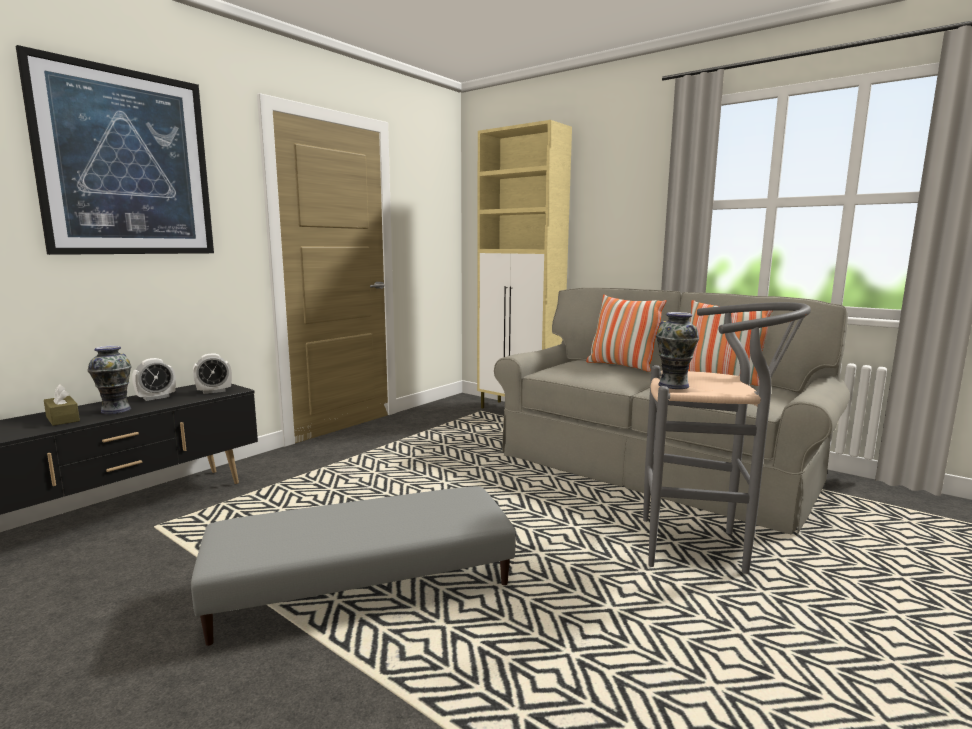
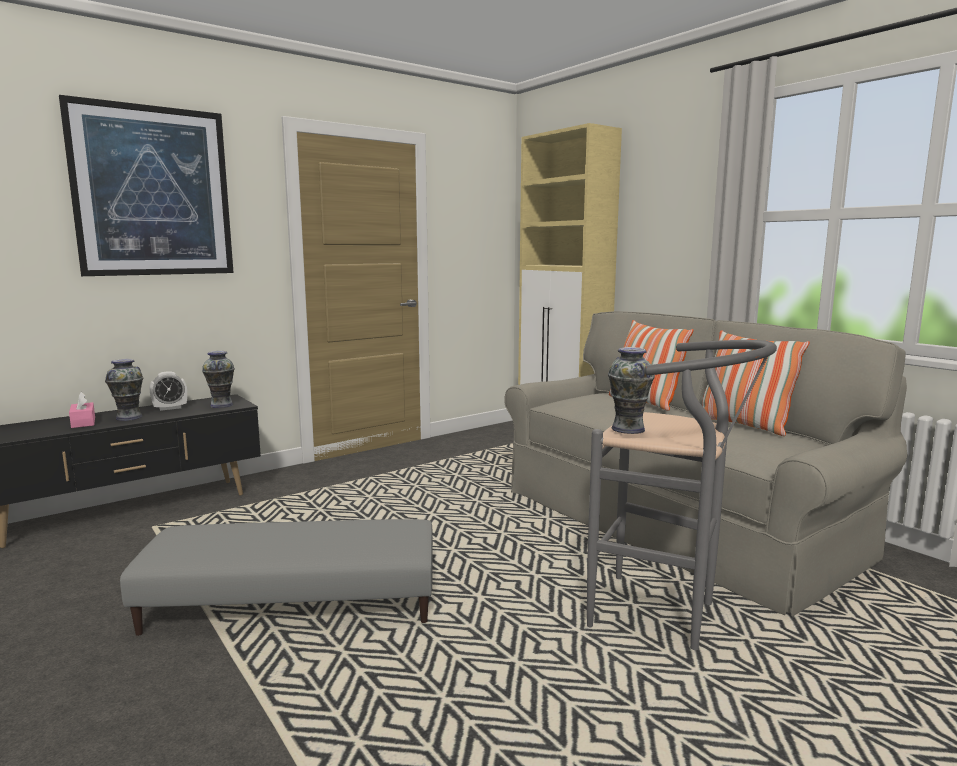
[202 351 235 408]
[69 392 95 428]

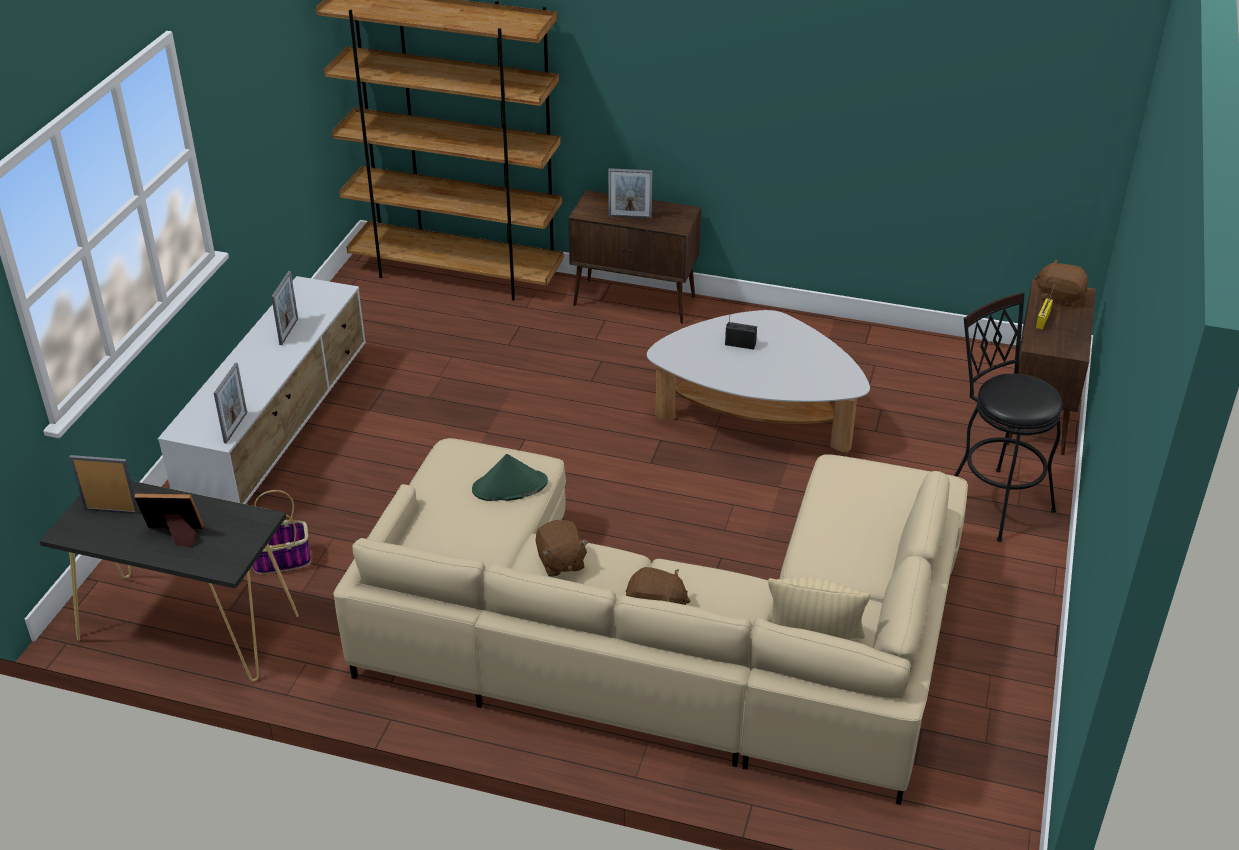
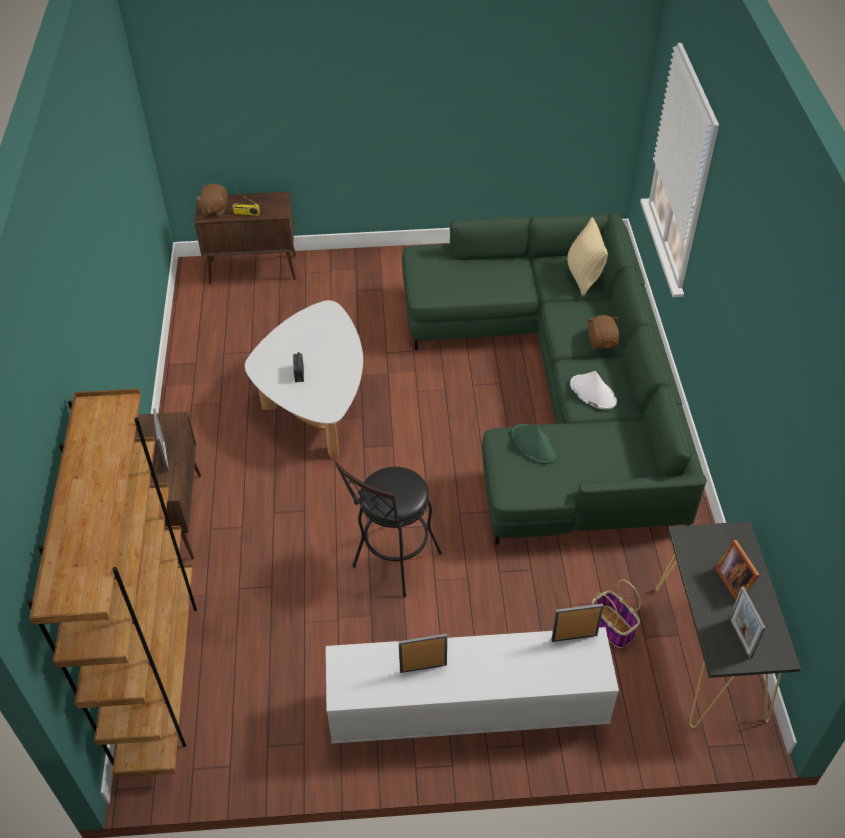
[335 462 442 598]
[402 213 707 545]
[570 371 617 409]

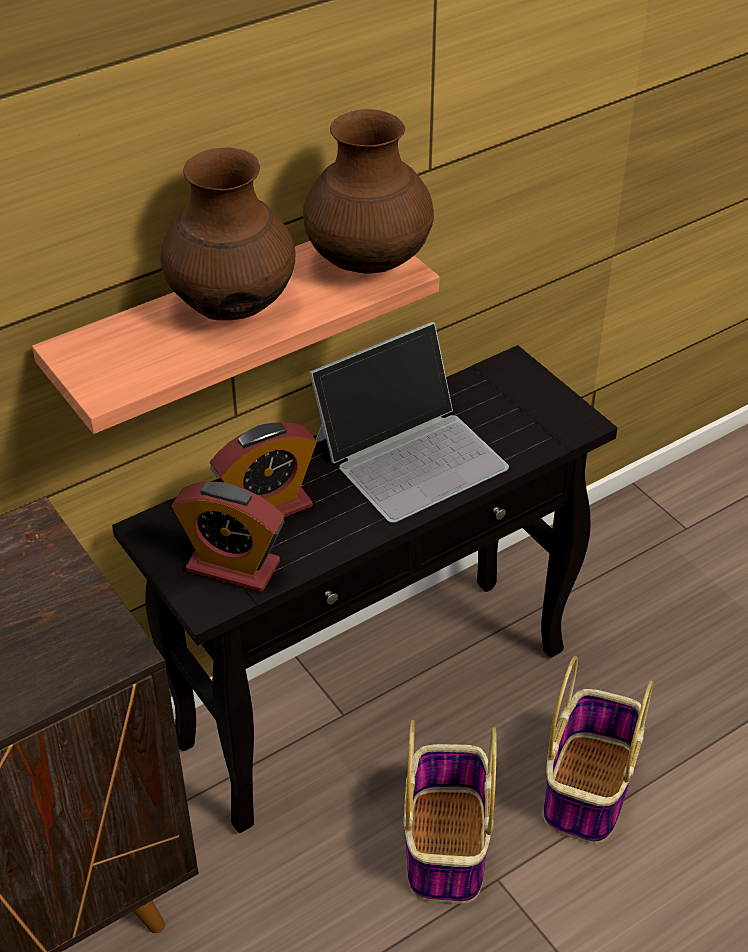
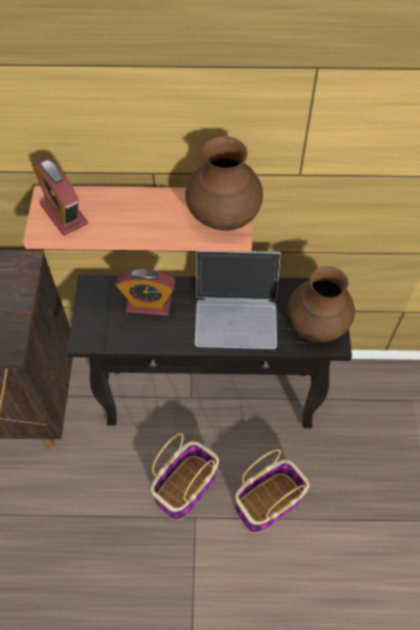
[288 266 355 342]
[32 157 88 236]

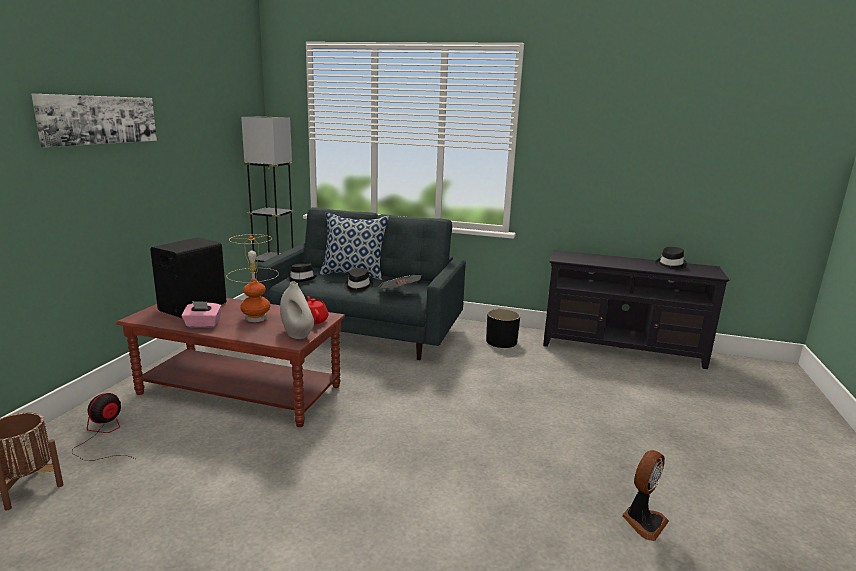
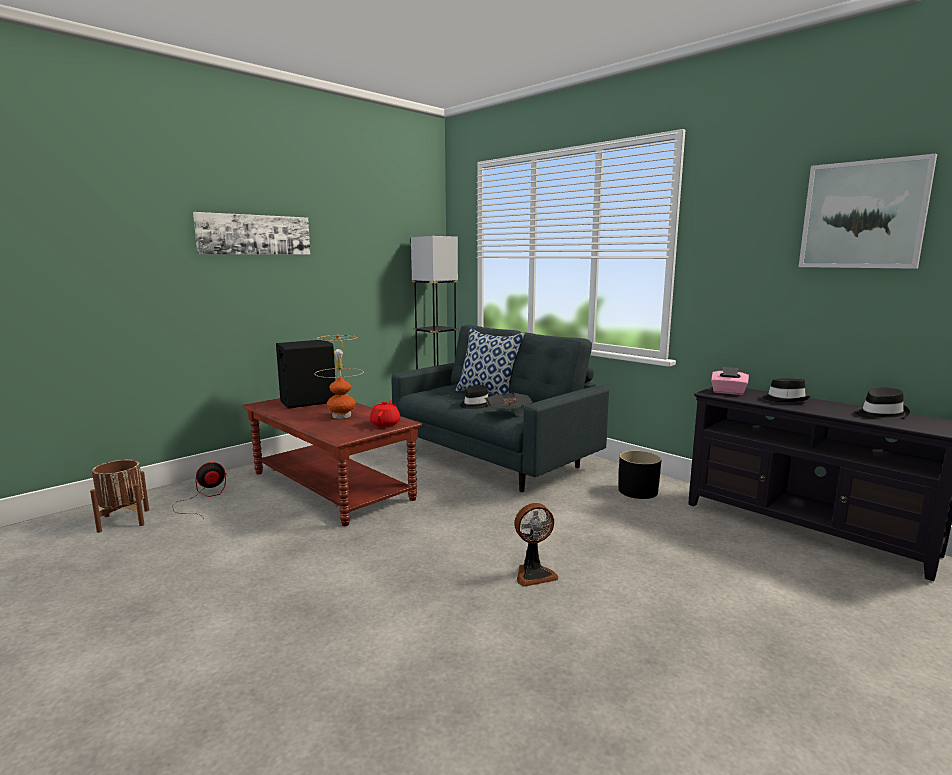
[762 378 810 402]
[280 281 314 339] (first image)
[711 367 749 395]
[515 503 558 587]
[799 154 937 269]

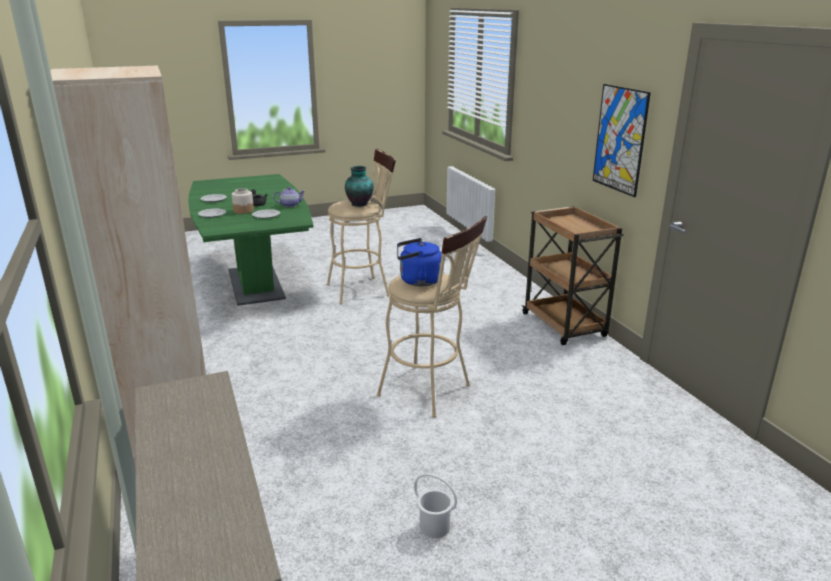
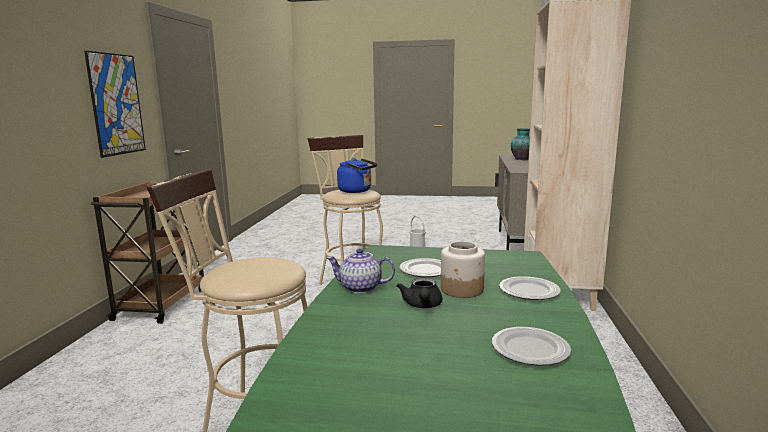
[511 128 530 160]

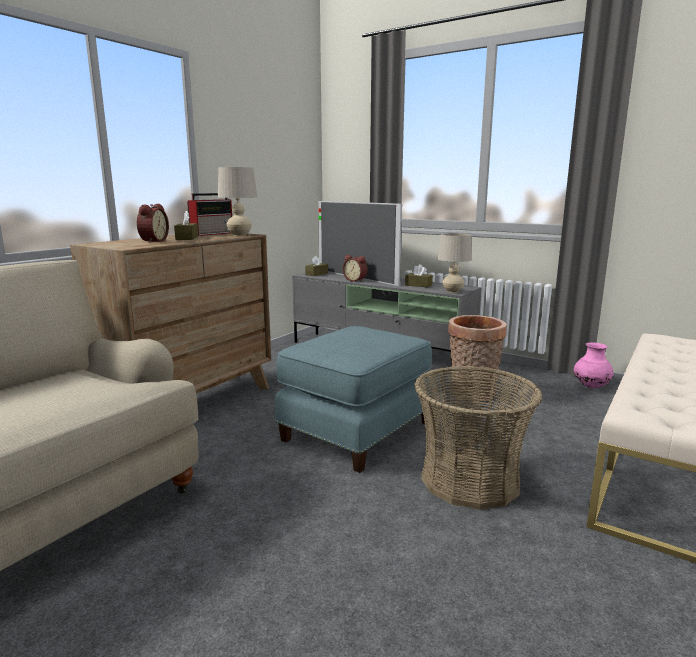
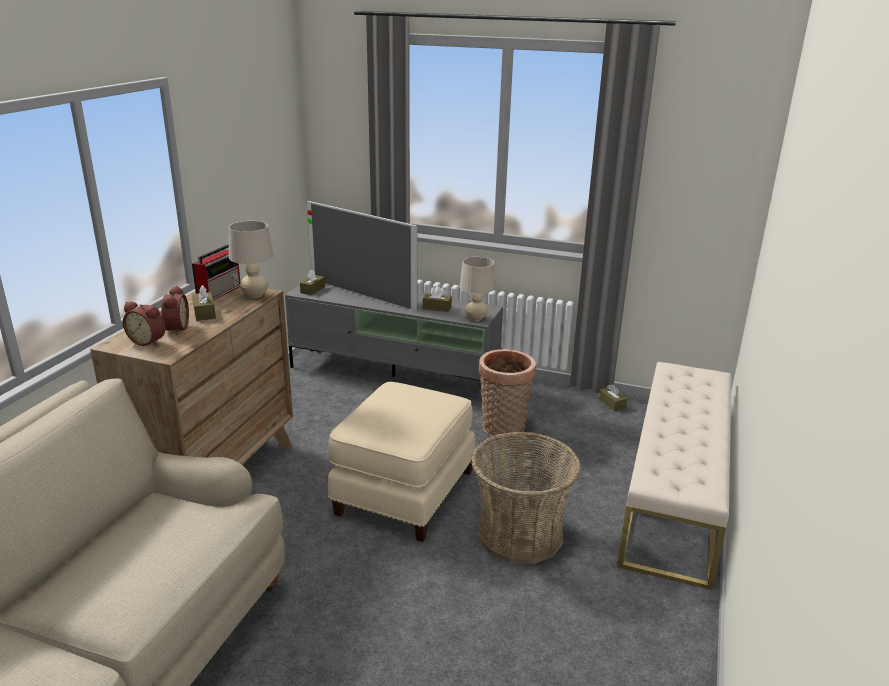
[123 301 165 346]
[328 382 475 542]
[599 384 627 411]

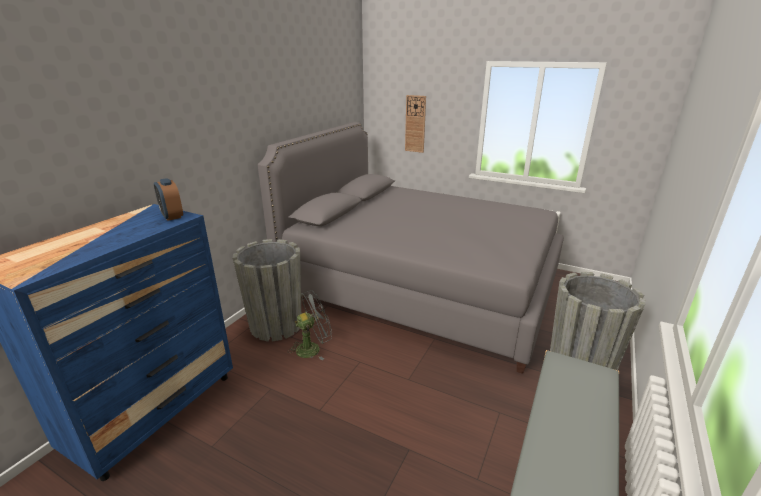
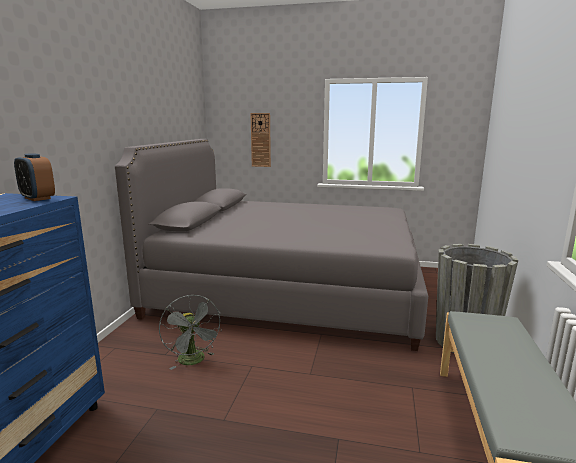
[232 239 301 341] (first image)
[159 295 222 370]

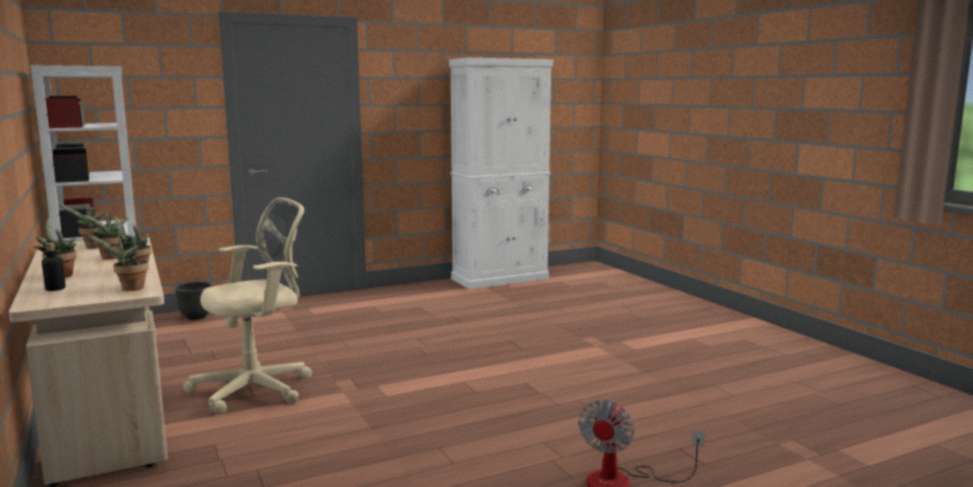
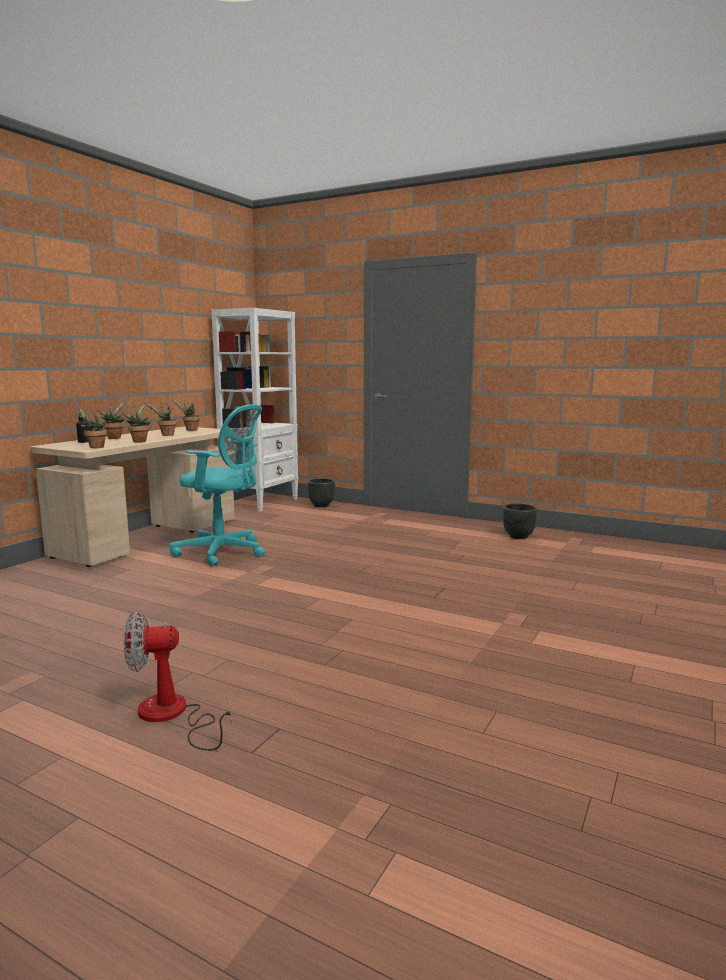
[449 58 553 289] (first image)
[170 404 265 567]
[503 503 537 539]

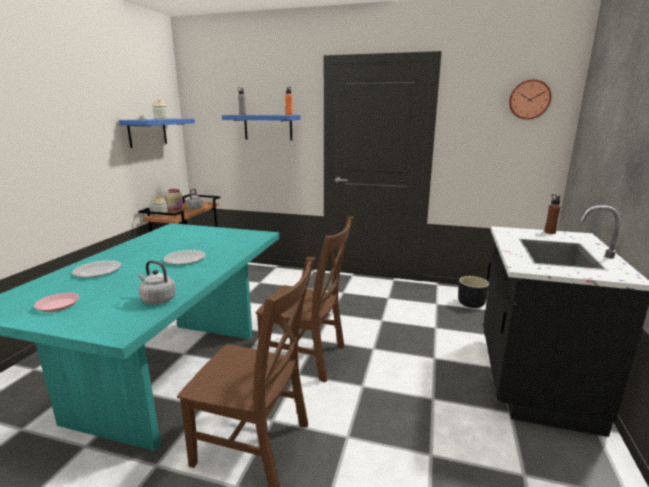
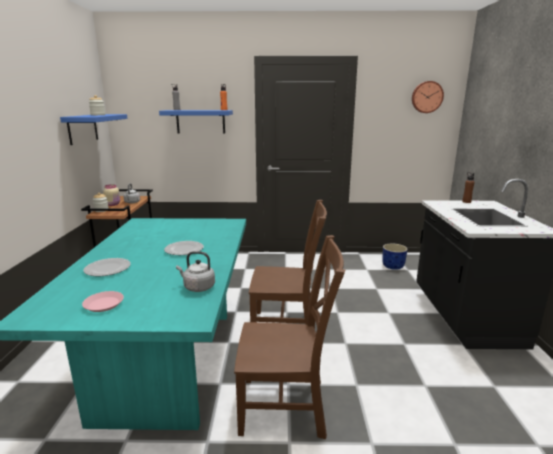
[382 244 408 270]

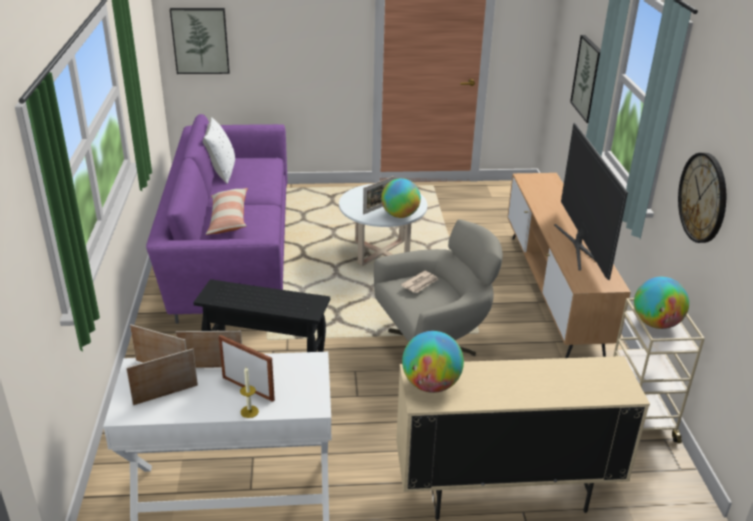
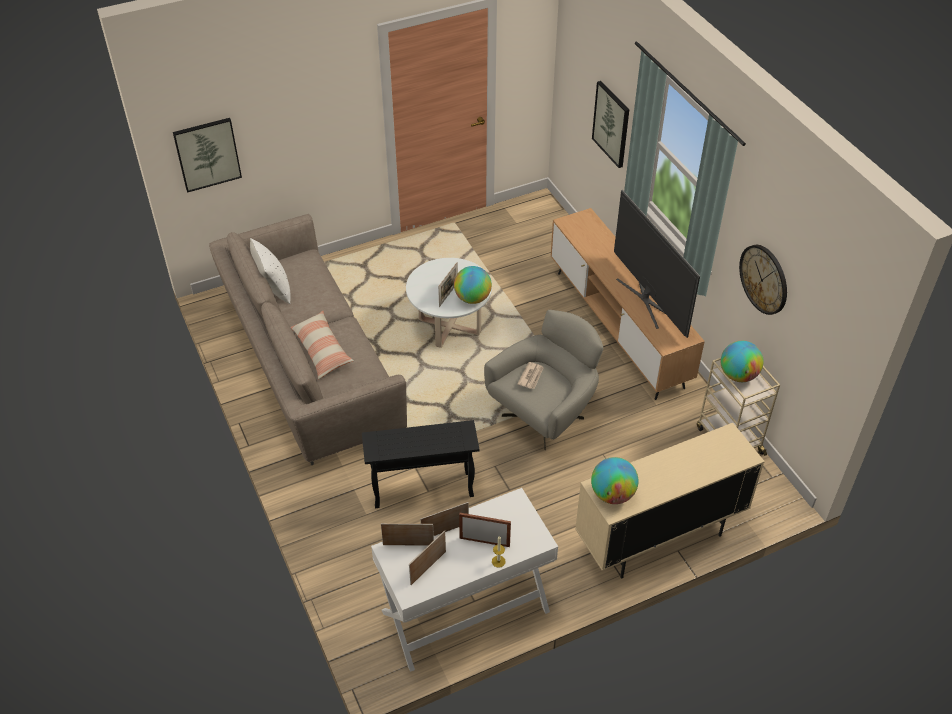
[209 214 407 465]

